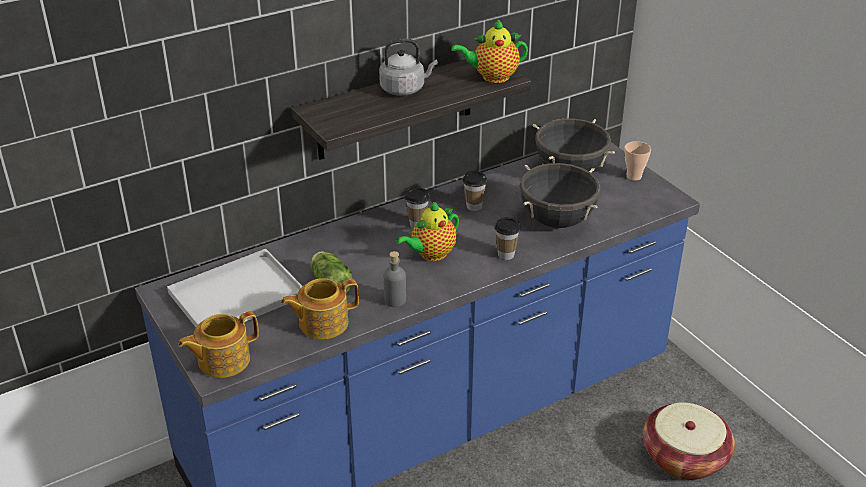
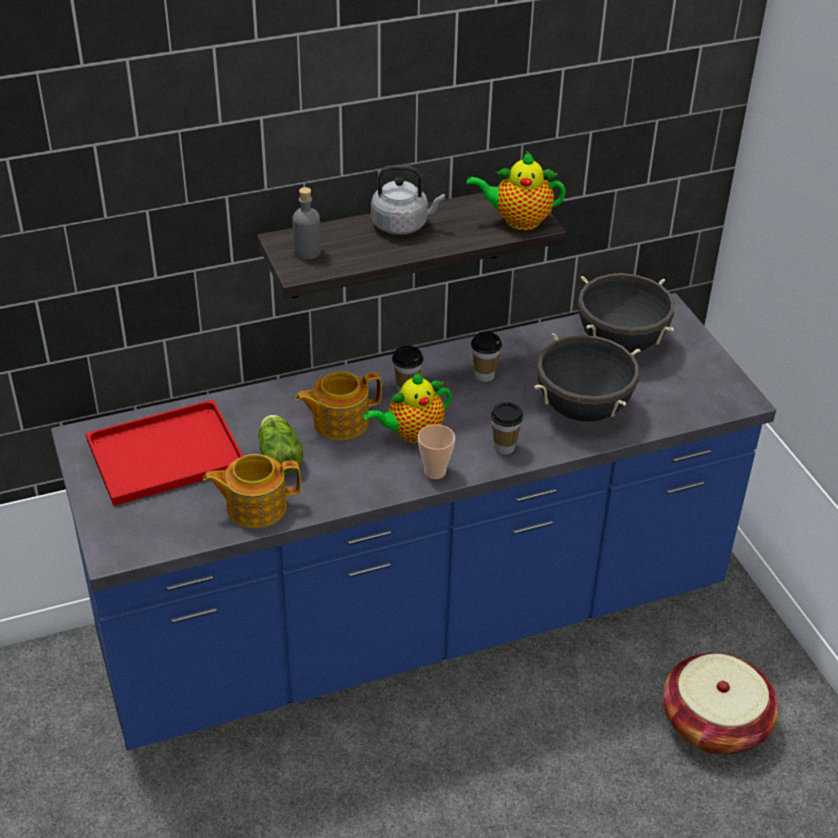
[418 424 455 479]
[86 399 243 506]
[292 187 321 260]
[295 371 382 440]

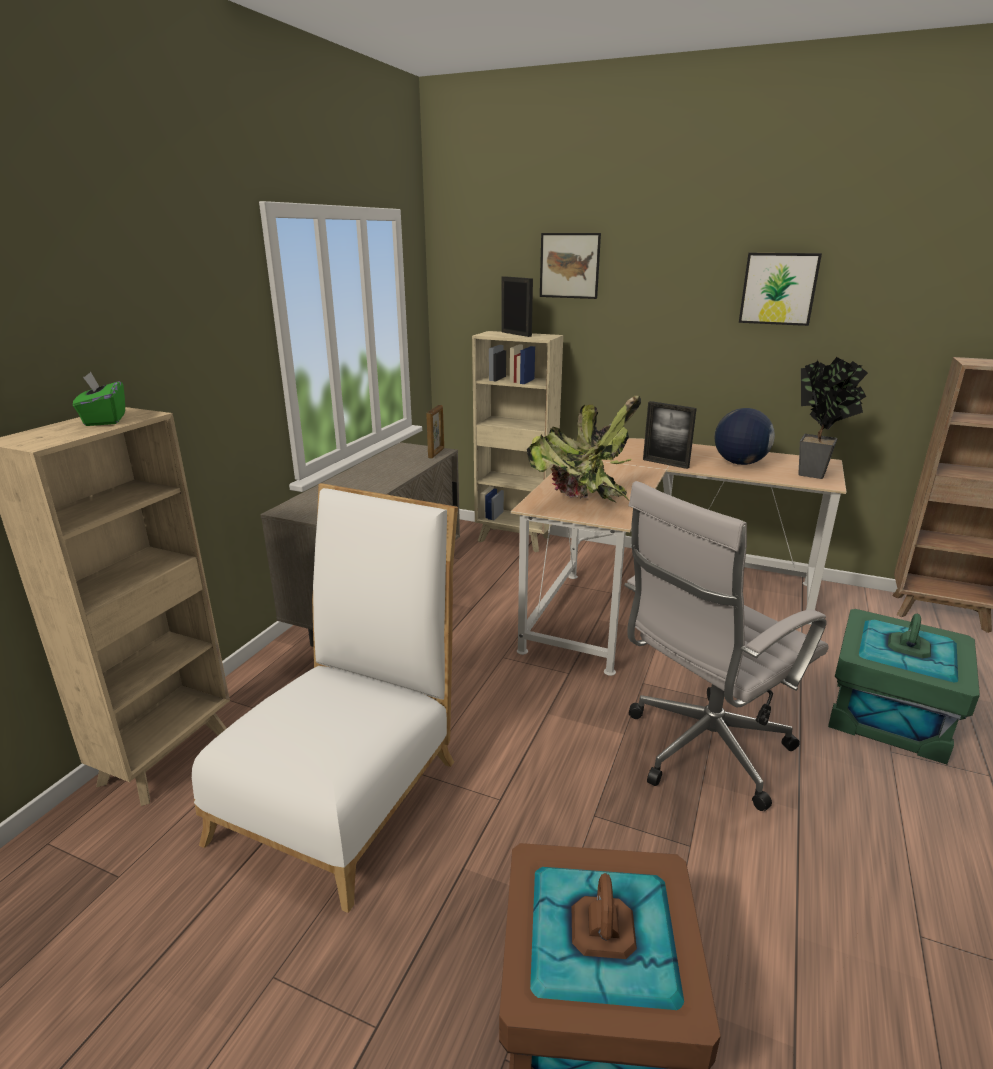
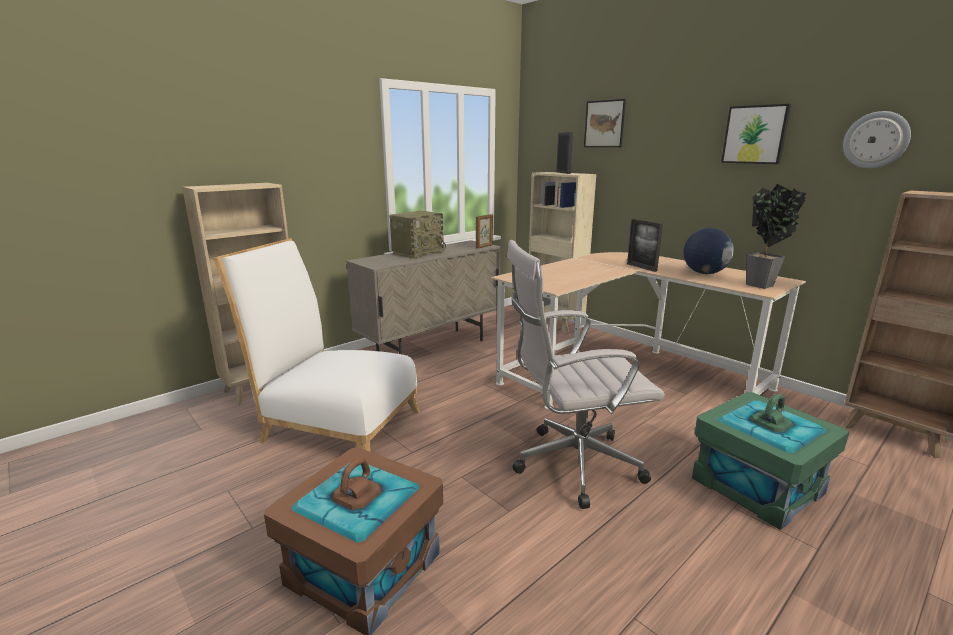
[73 372 125 426] (first image)
[527 396 641 503] (first image)
[213 238 420 452]
[843 111 911 168]
[390 211 446 259]

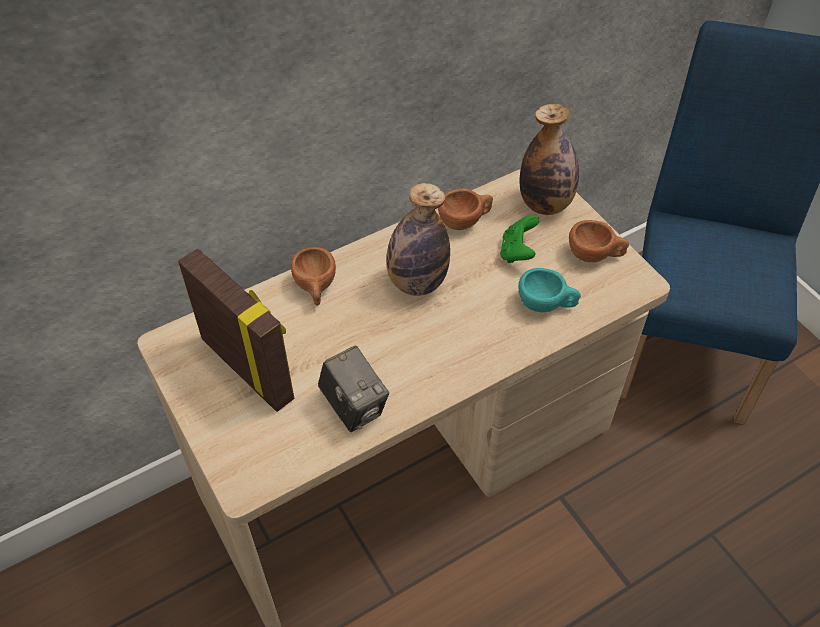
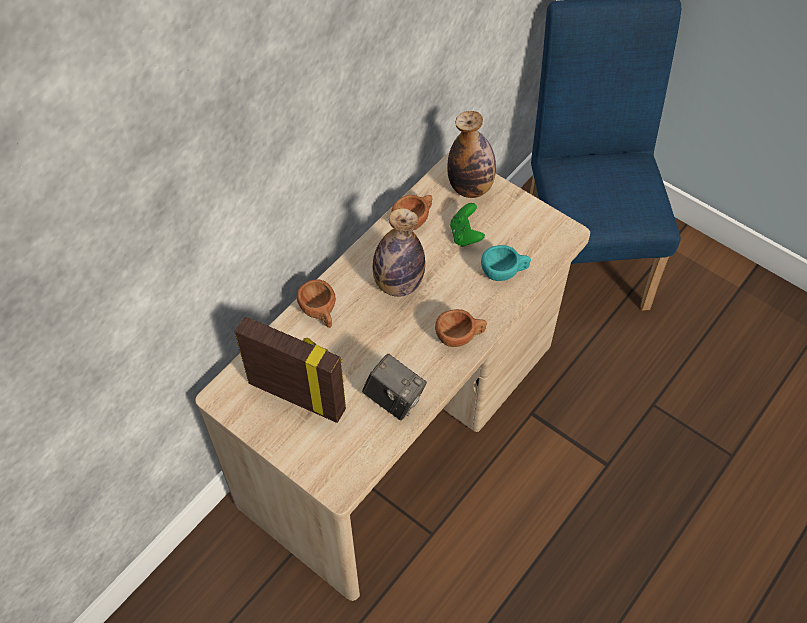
[435 309 487 347]

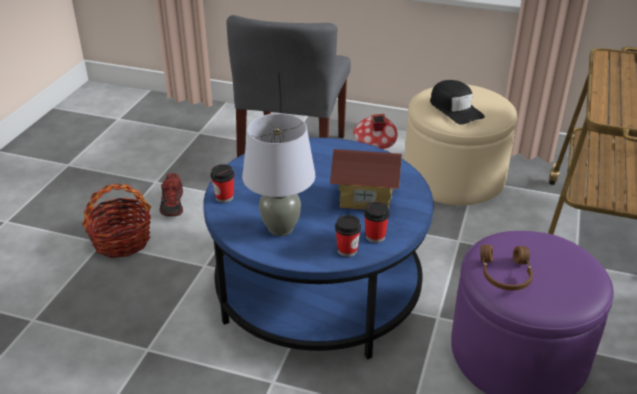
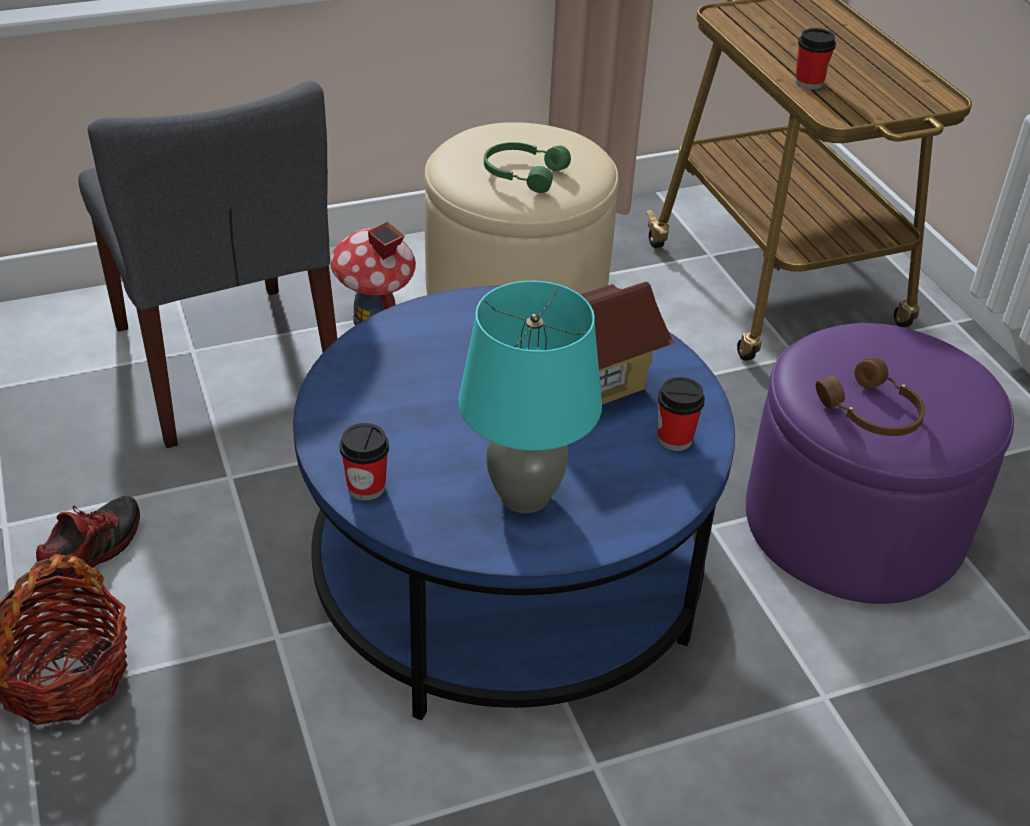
[484 142 571 193]
[458 281 602 513]
[36 496 140 585]
[795 28 836 90]

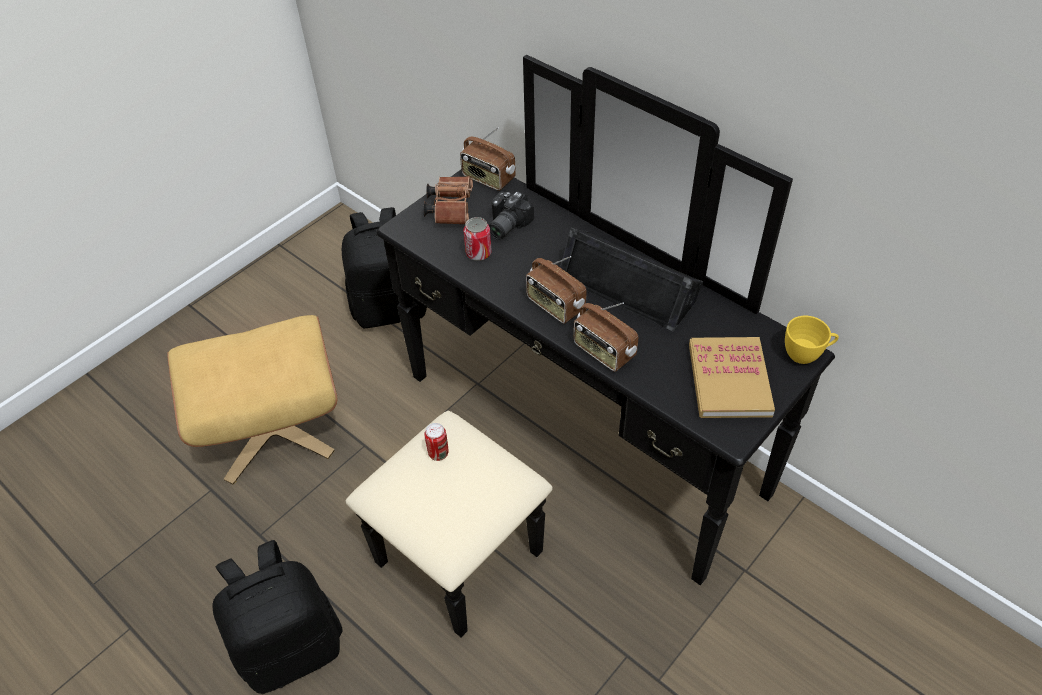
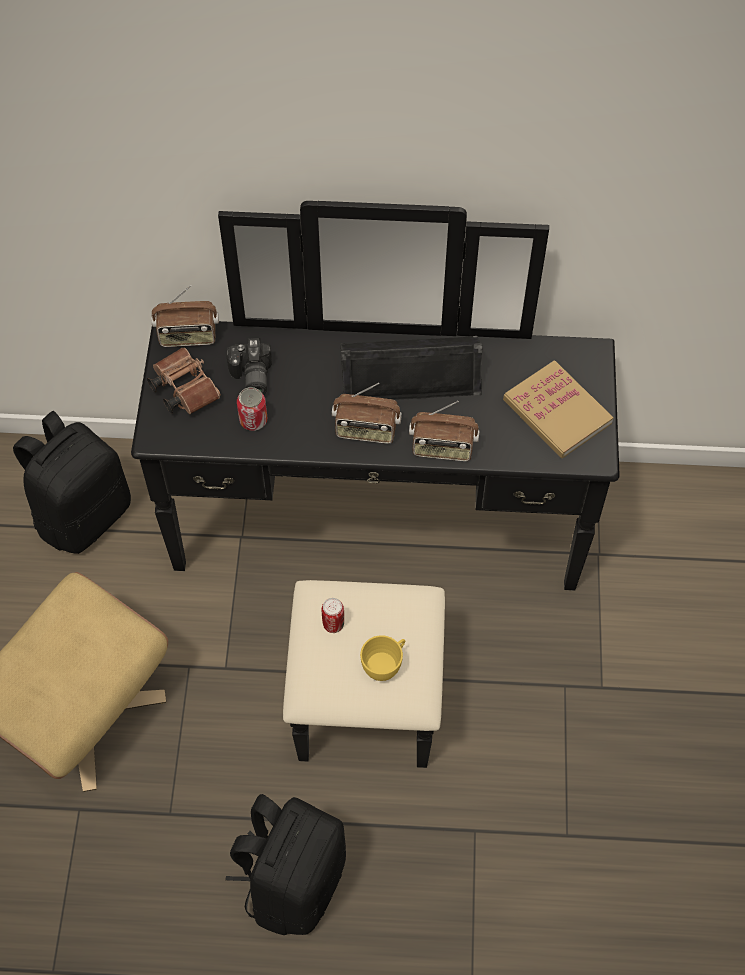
[360 635 405 681]

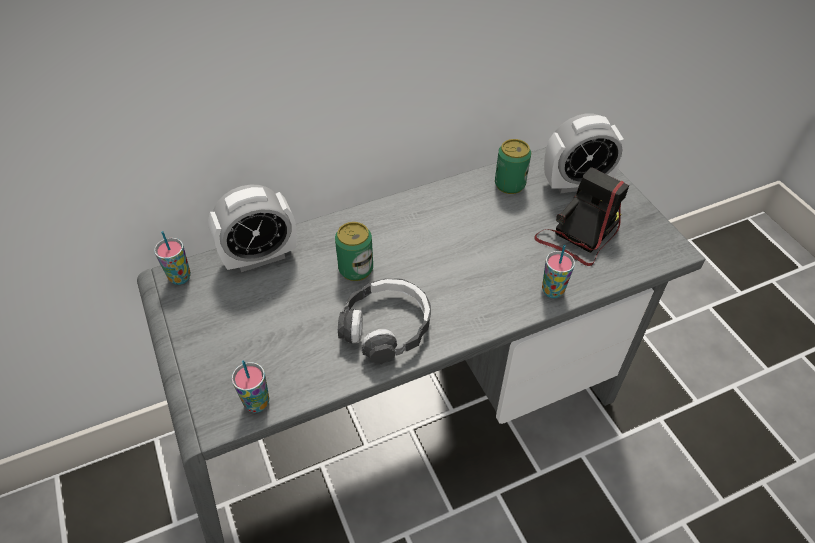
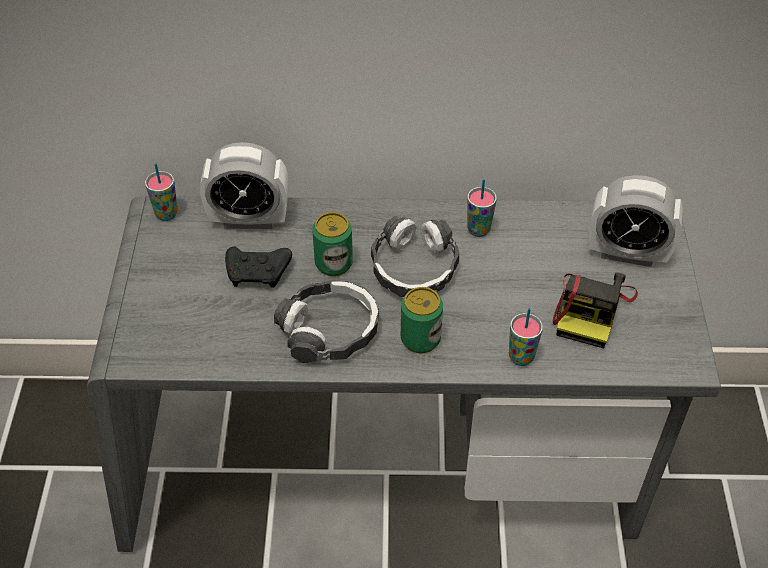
[401 287 443 353]
[553 272 638 348]
[467 179 497 237]
[371 215 459 297]
[225 246 292 288]

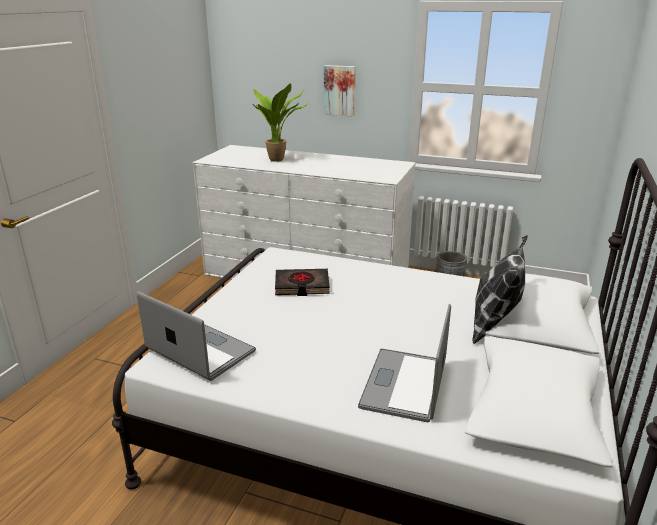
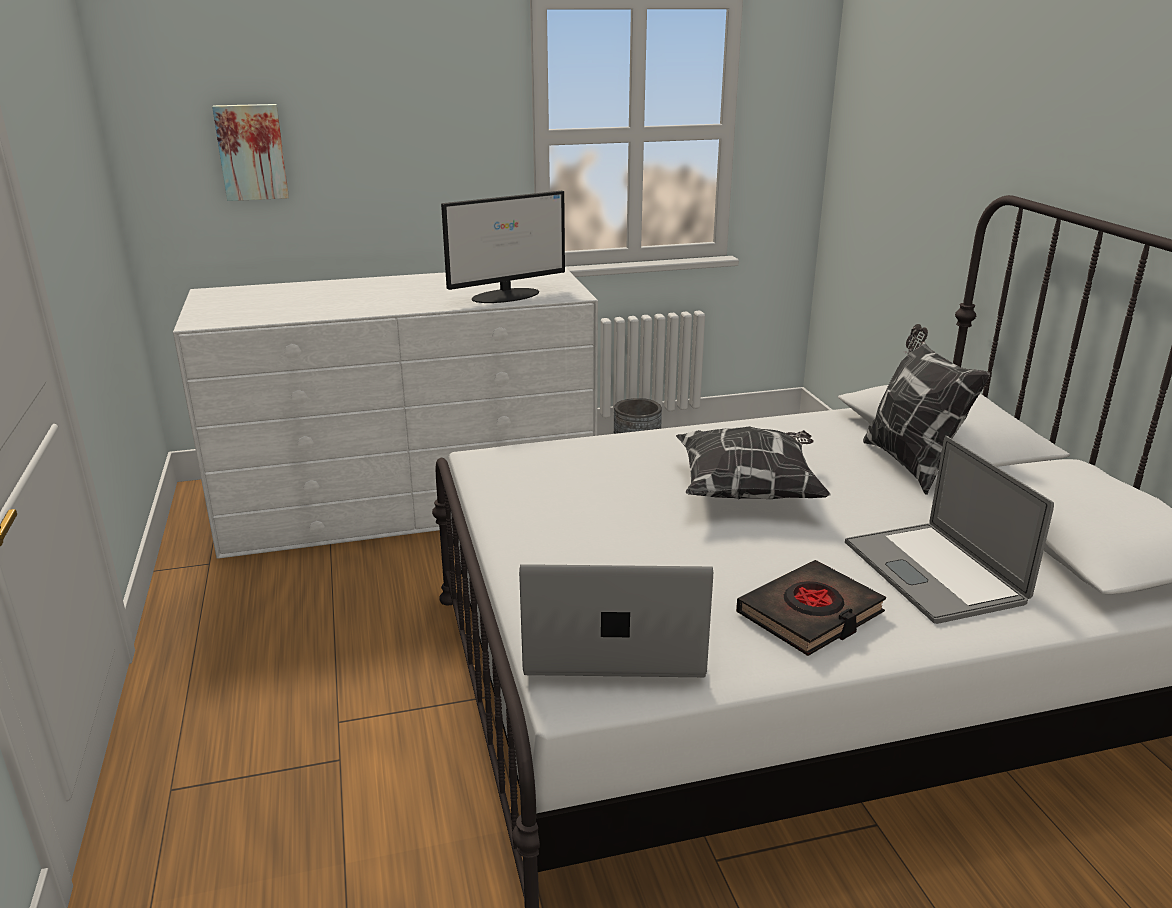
[212 104 289 201]
[253 84 307 162] (first image)
[736 560 886 656]
[441 191 565 303]
[676 426 831 499]

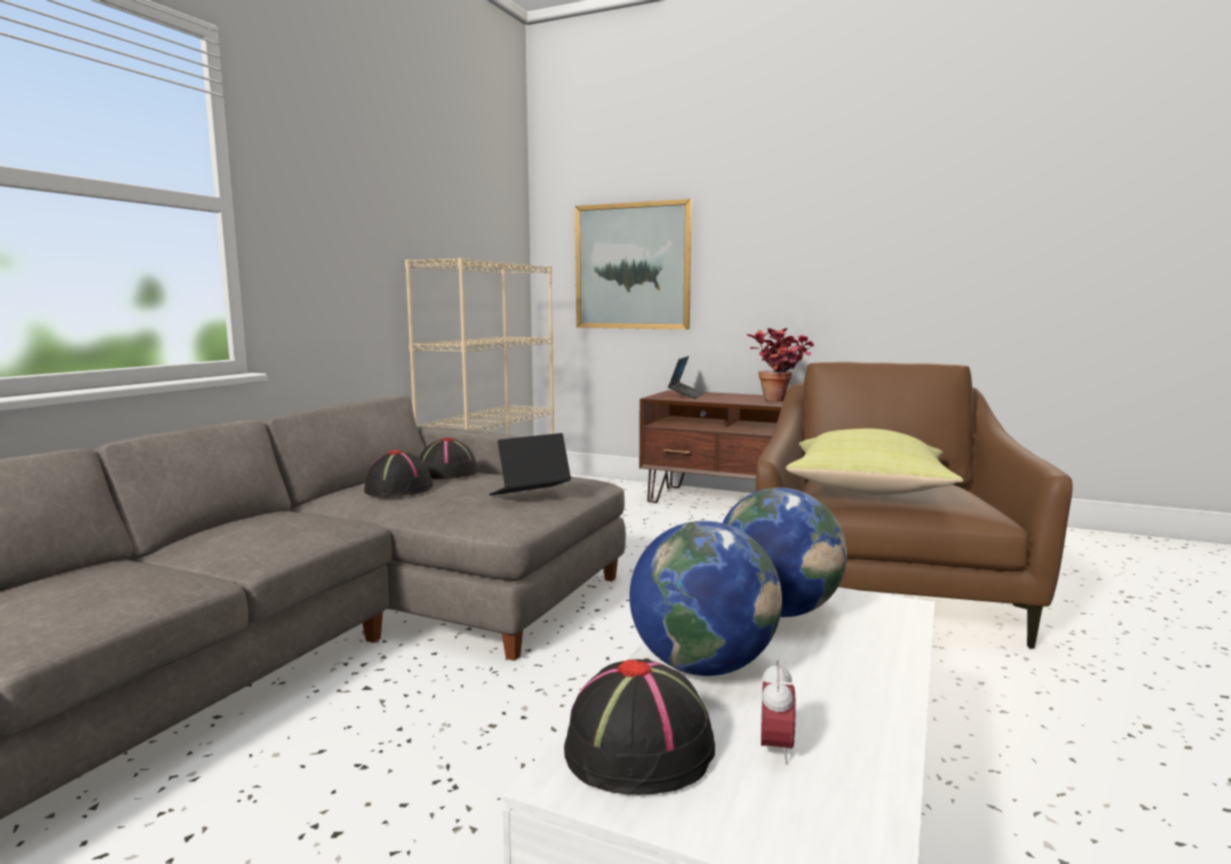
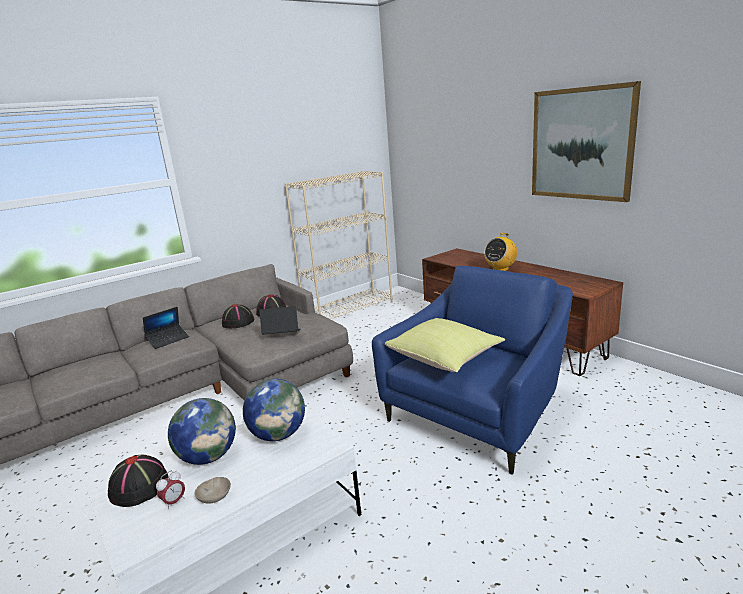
[532 81 641 202]
[484 233 517 271]
[143 307 189 349]
[372 266 573 475]
[195 477 231 504]

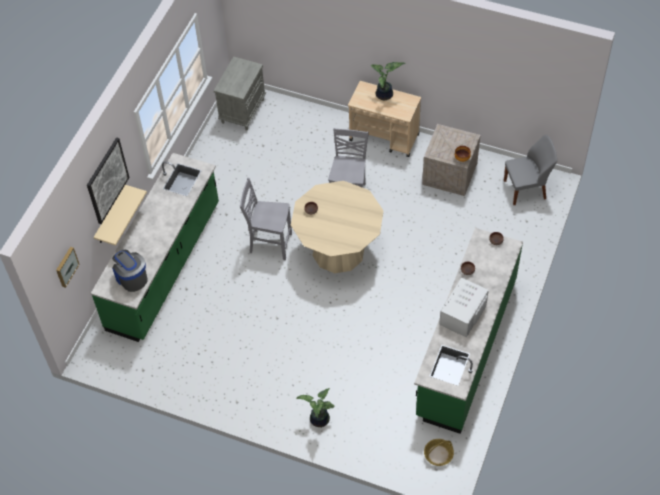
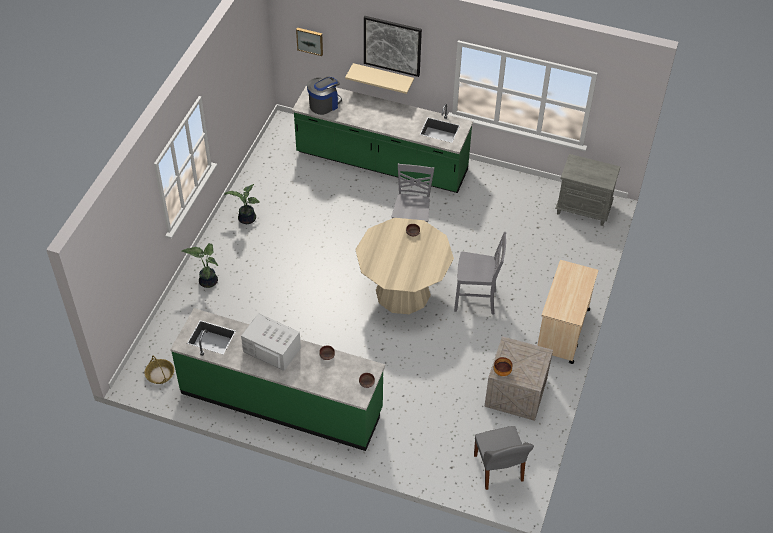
[224 184 260 224]

